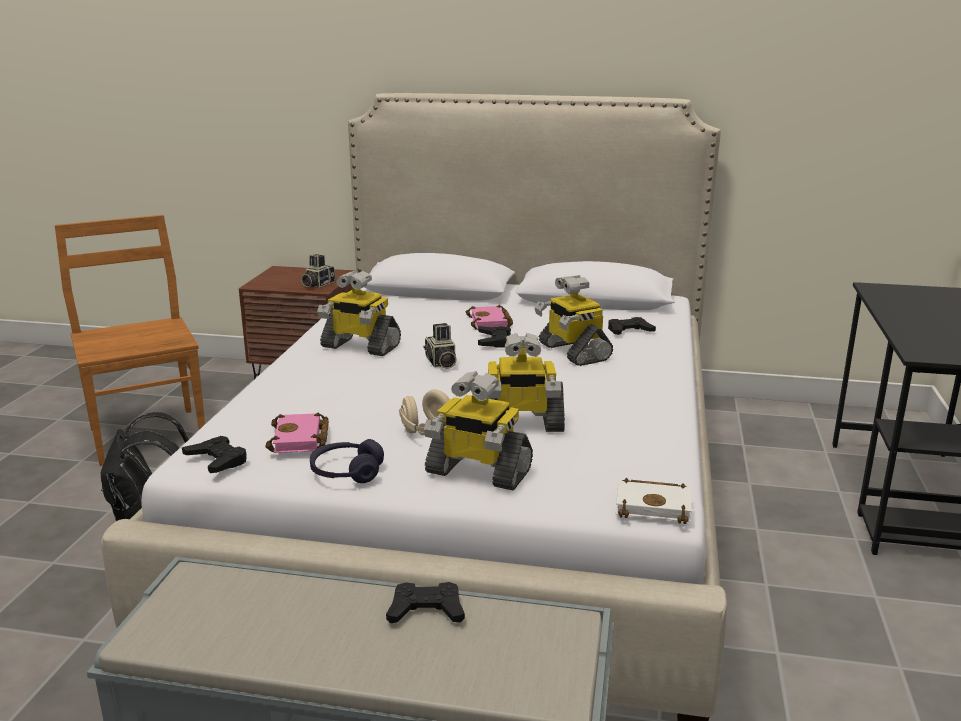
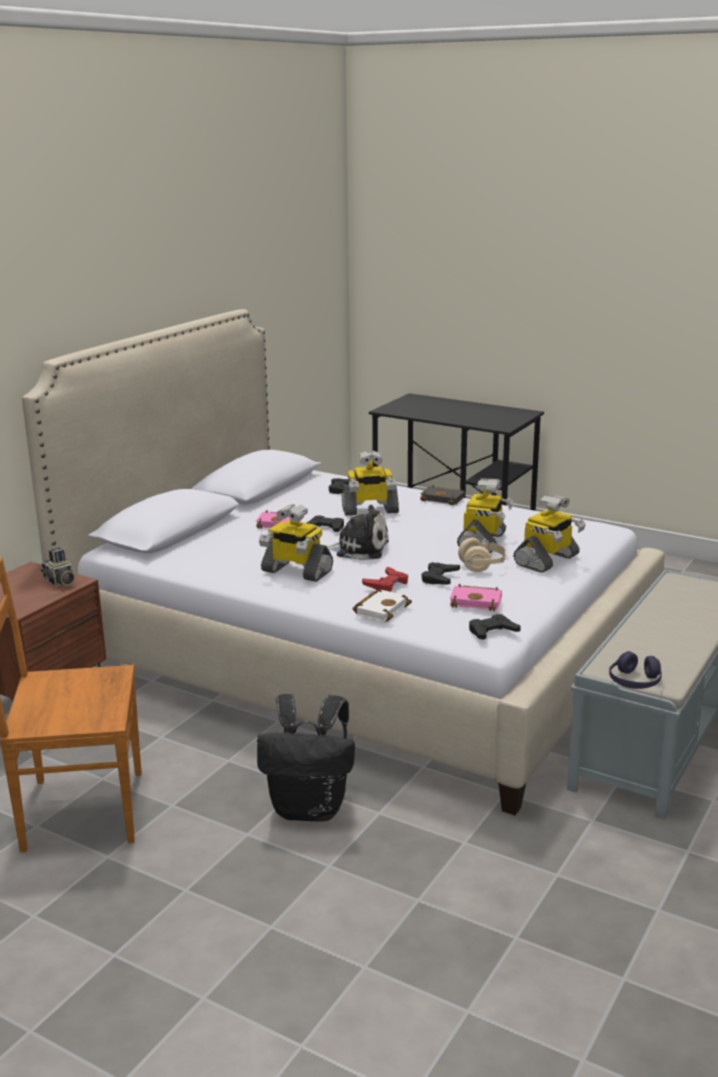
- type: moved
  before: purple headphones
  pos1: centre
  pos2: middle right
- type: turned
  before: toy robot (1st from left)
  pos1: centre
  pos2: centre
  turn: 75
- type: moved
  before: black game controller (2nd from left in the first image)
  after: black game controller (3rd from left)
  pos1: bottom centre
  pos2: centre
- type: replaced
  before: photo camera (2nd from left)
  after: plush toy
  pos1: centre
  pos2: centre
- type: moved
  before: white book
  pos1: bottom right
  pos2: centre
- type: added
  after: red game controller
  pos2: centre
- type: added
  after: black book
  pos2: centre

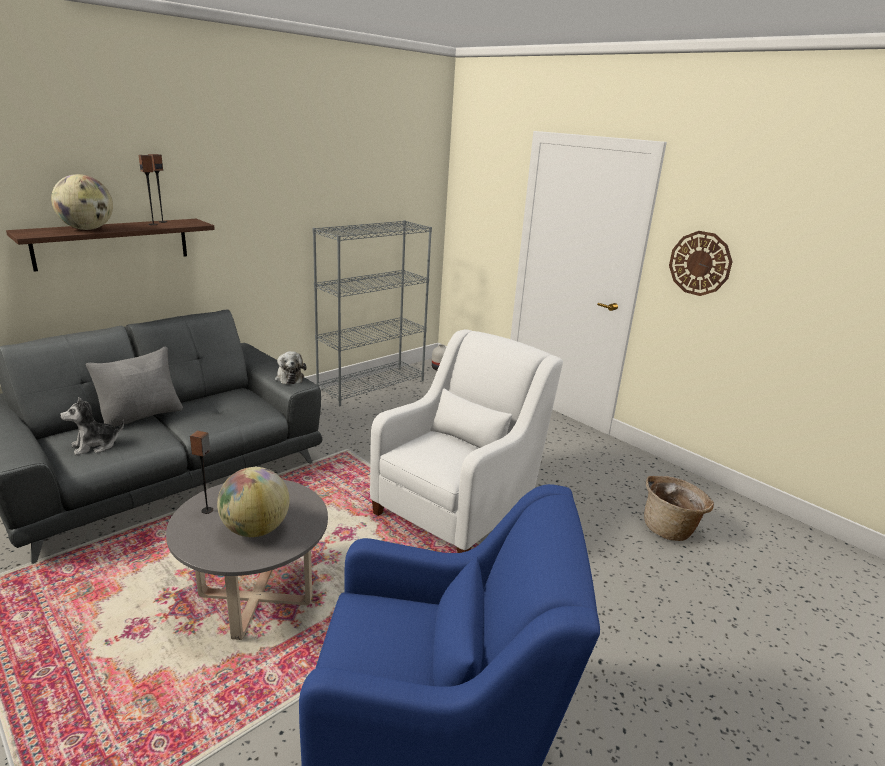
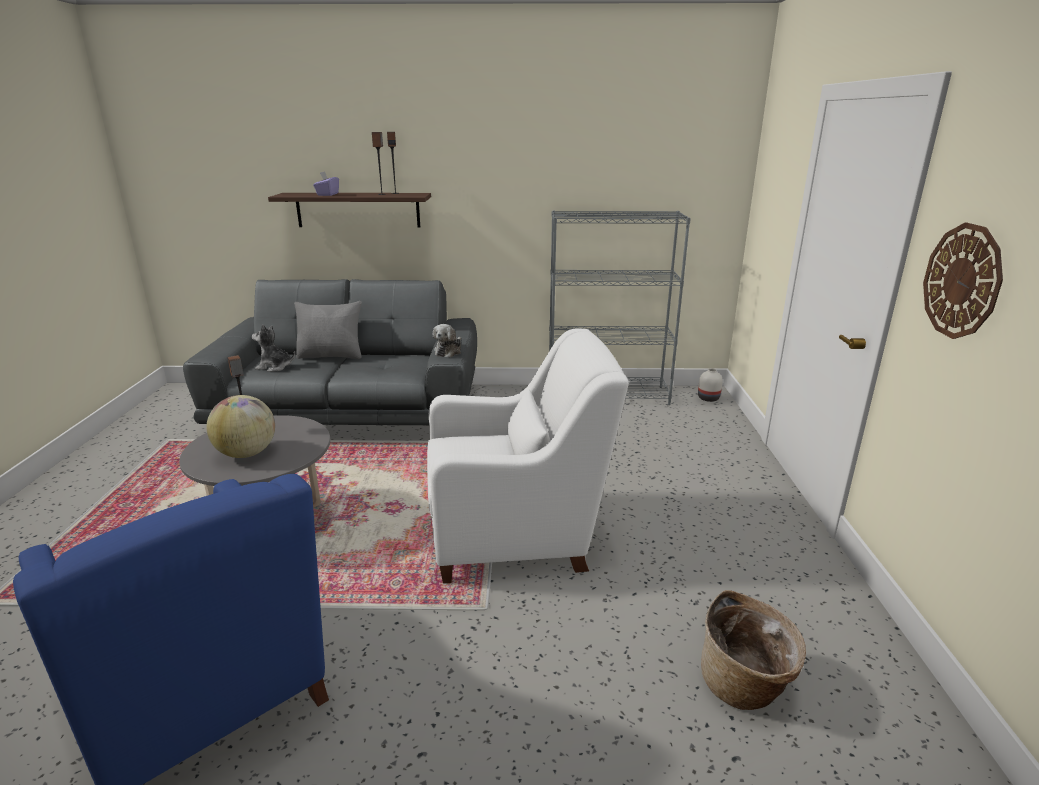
- type: replaced
  before: globe (1st from left)
  after: purple tissue box
  pos1: top left
  pos2: top left

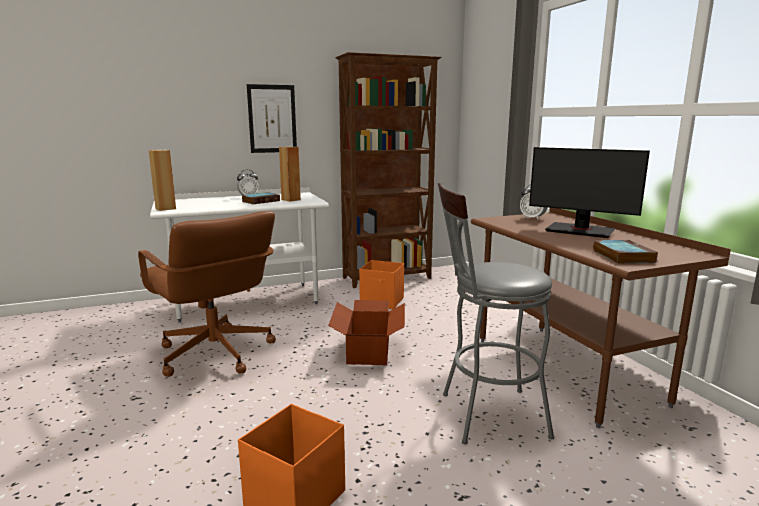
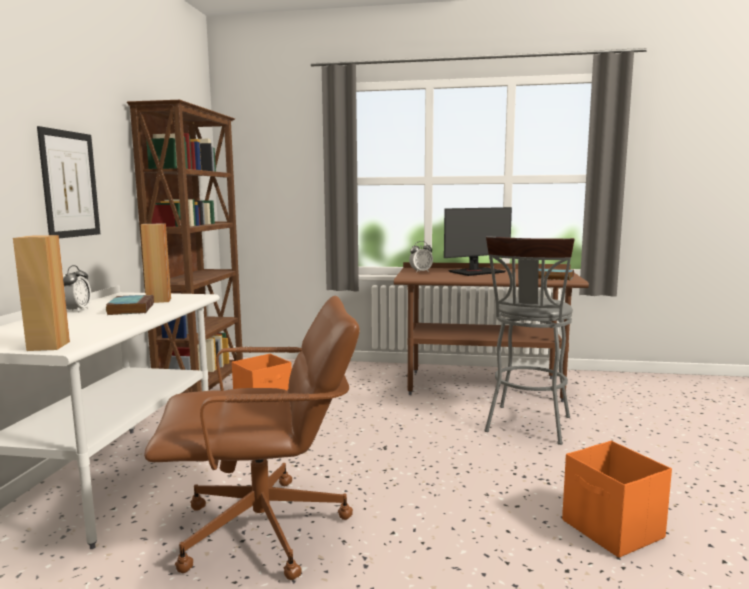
- type: removed
  before: cardboard box
  pos1: centre

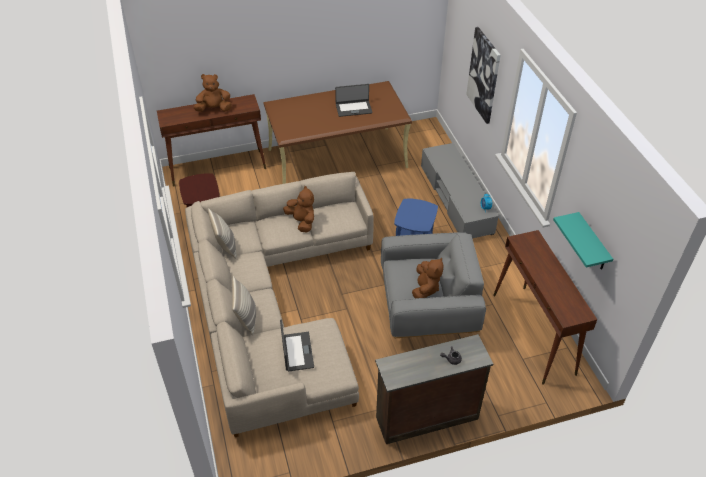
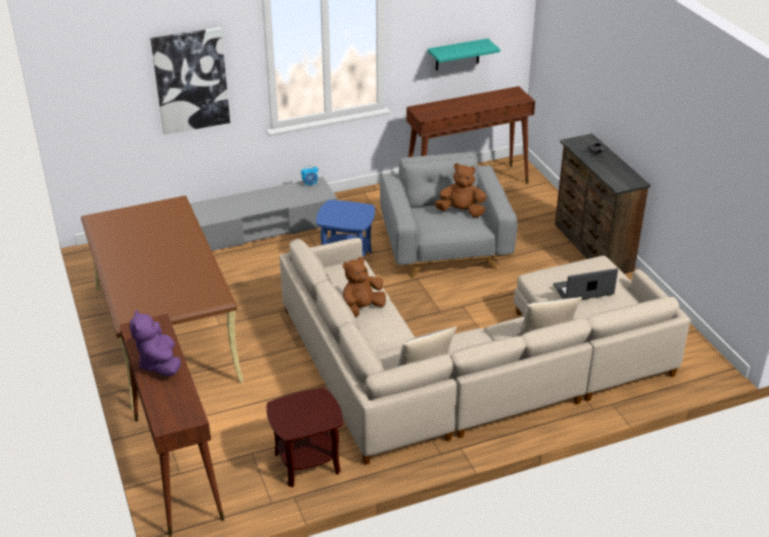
- type: recoloured
  before: brown plush toy (1st from left)
  after: purple plush toy
  pos1: top left
  pos2: middle left
- type: removed
  before: laptop (2nd from left)
  pos1: top centre

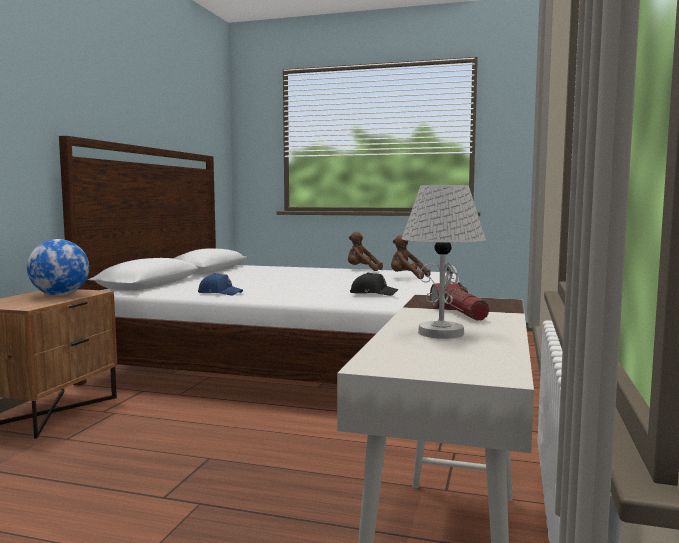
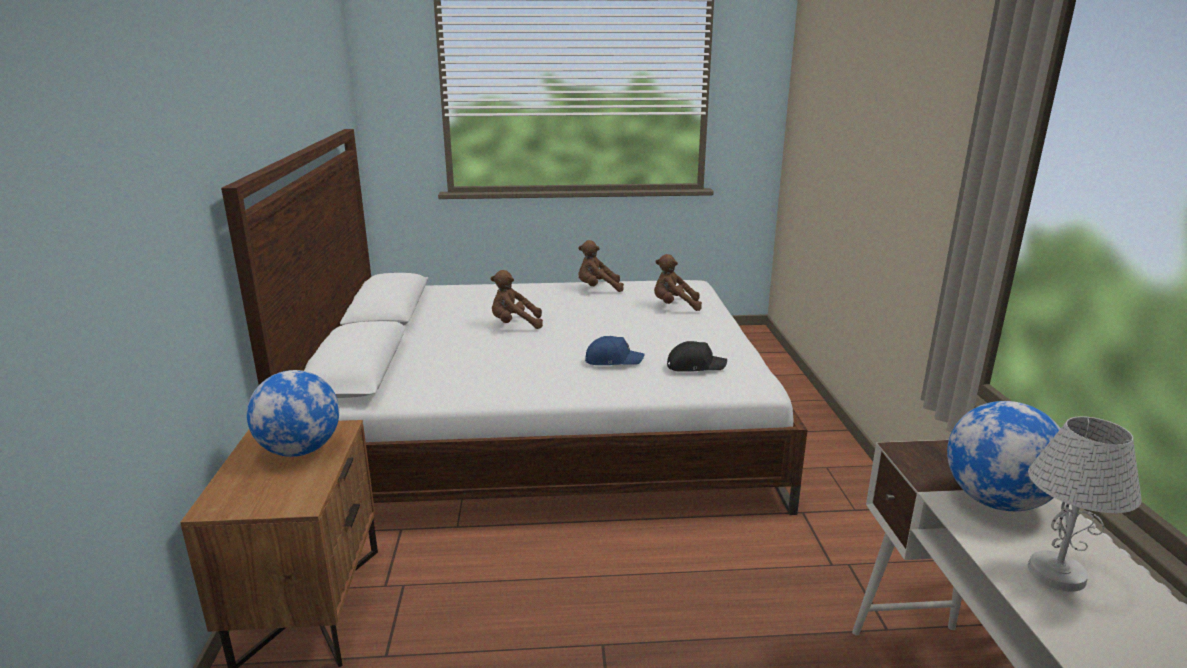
- type: moved
  before: blue cap
  pos1: middle left
  pos2: centre
- type: replaced
  before: flashlight
  after: globe (2nd from left)
  pos1: middle right
  pos2: bottom right
- type: added
  after: brown plush toy (1st from left)
  pos2: centre

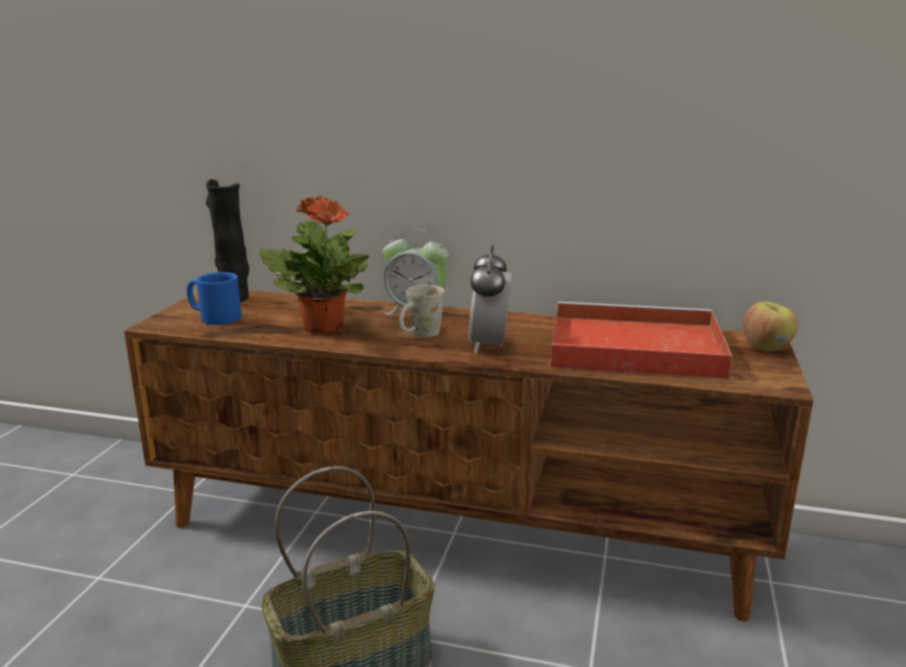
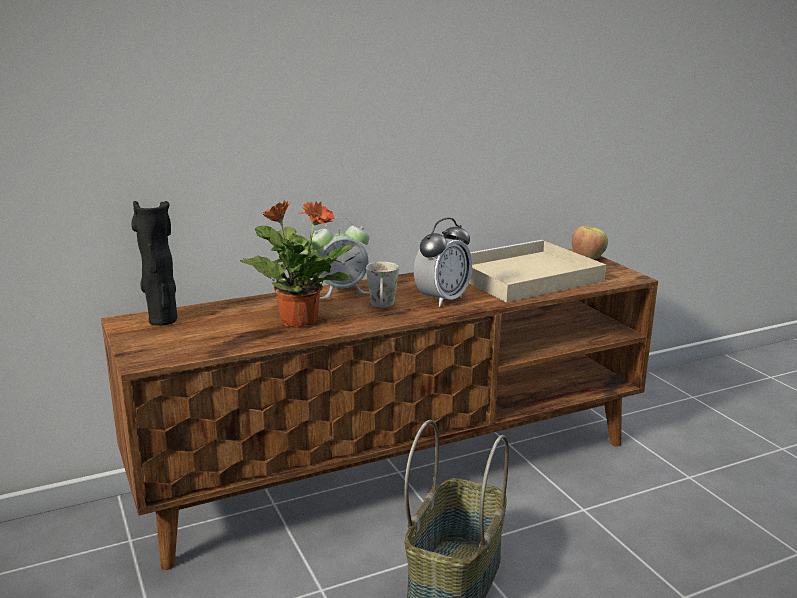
- type: removed
  before: blue mug
  pos1: middle left
- type: turned
  before: alarm clock (2nd from left)
  pos1: centre
  pos2: centre
  turn: -105
- type: recoloured
  before: red tray
  after: beige tray
  pos1: middle right
  pos2: middle right

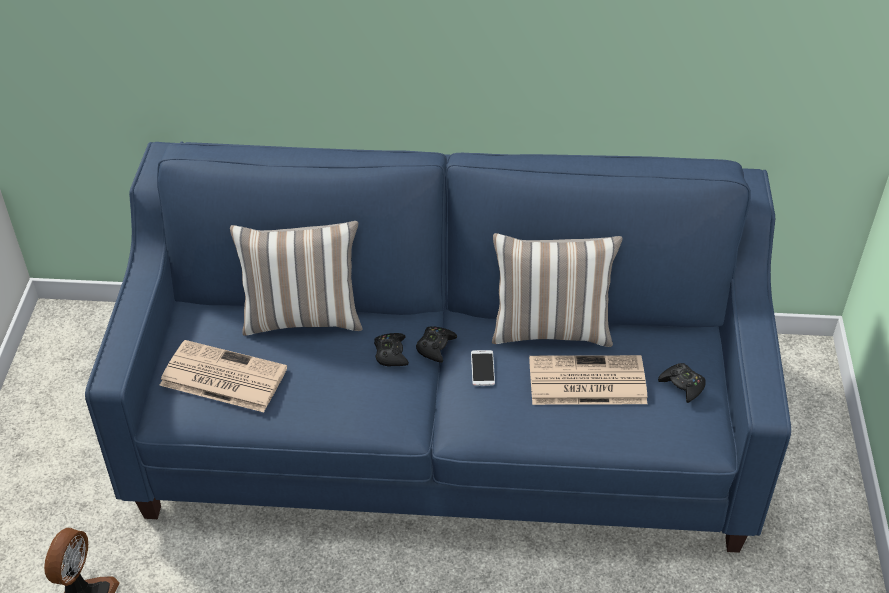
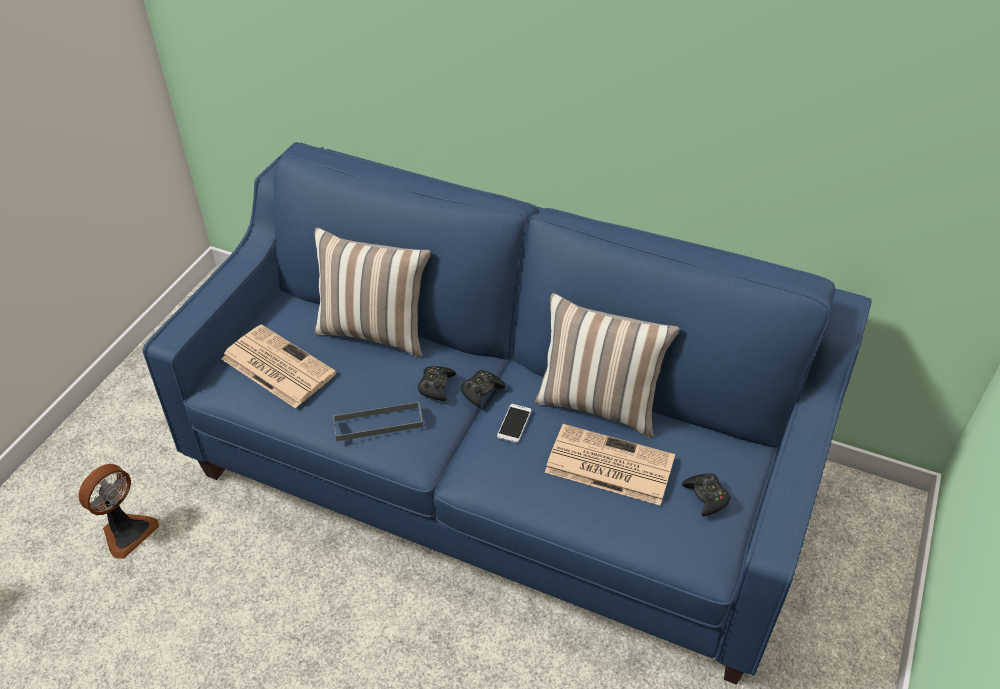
- type: added
  after: grey tray
  pos2: centre

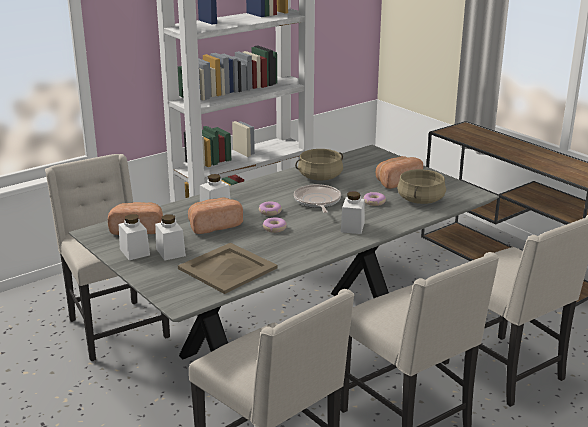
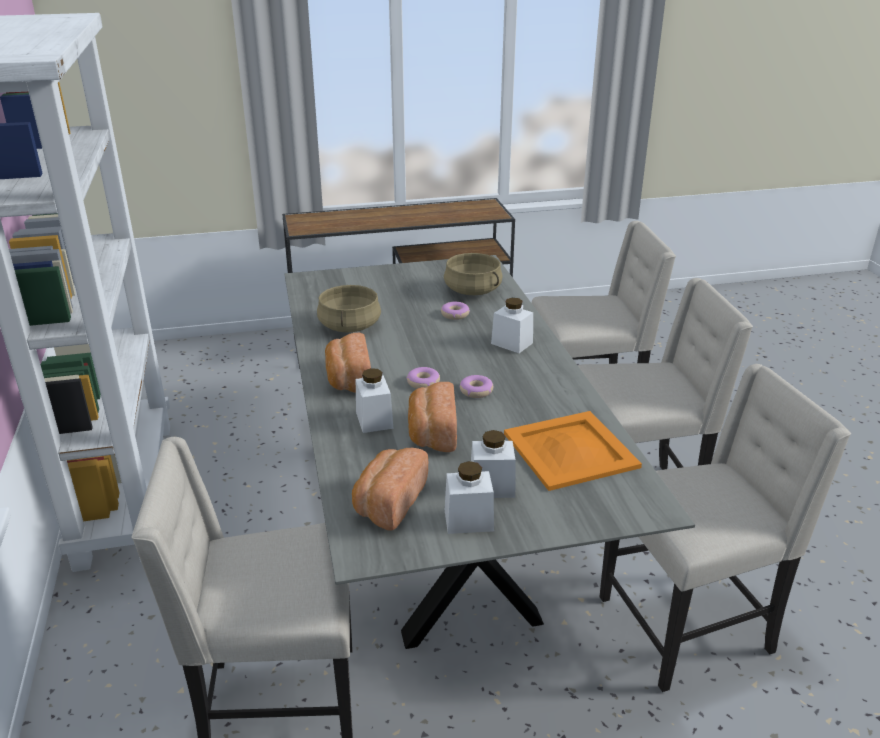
- type: recoloured
  before: beige tray
  after: orange tray
  pos1: centre
  pos2: centre
- type: removed
  before: frying pan
  pos1: centre
- type: moved
  before: bread (3rd from left in the first image)
  after: bread (1st from left)
  pos1: middle right
  pos2: centre

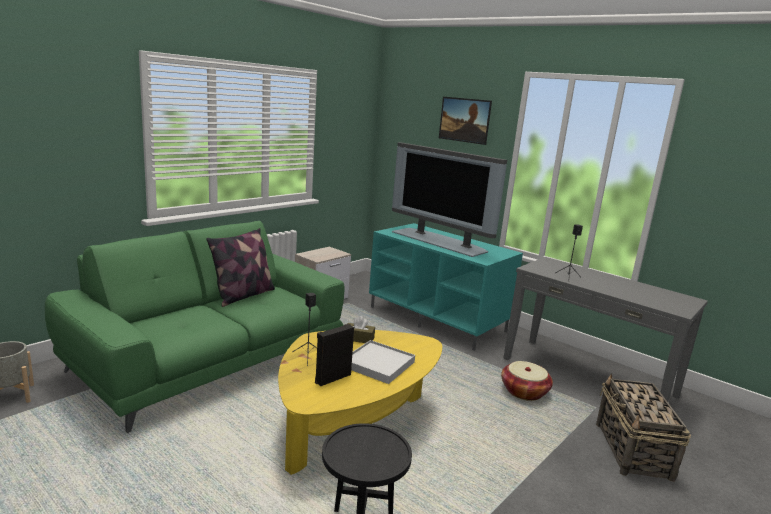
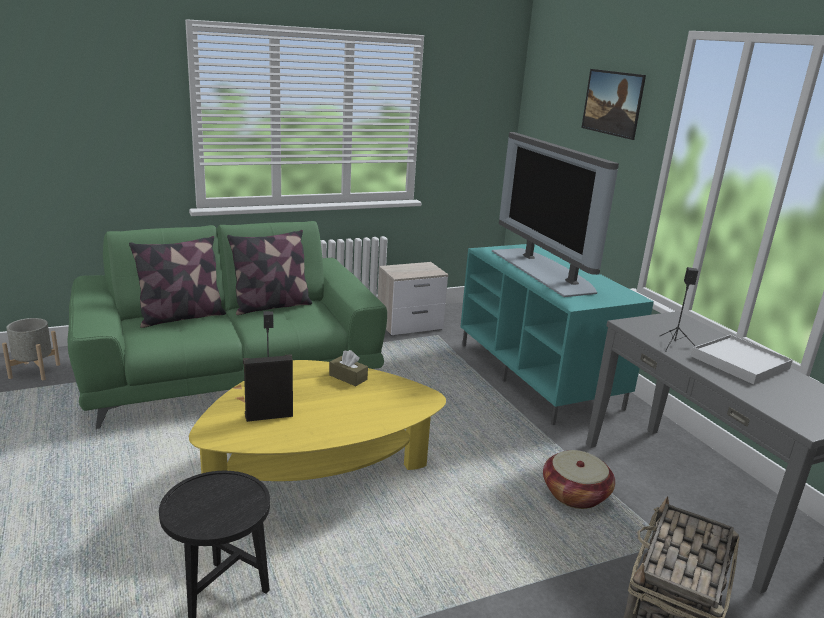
- type: moved
  before: white tray
  pos1: bottom centre
  pos2: middle right
- type: added
  after: pillow (1st from left)
  pos2: middle left

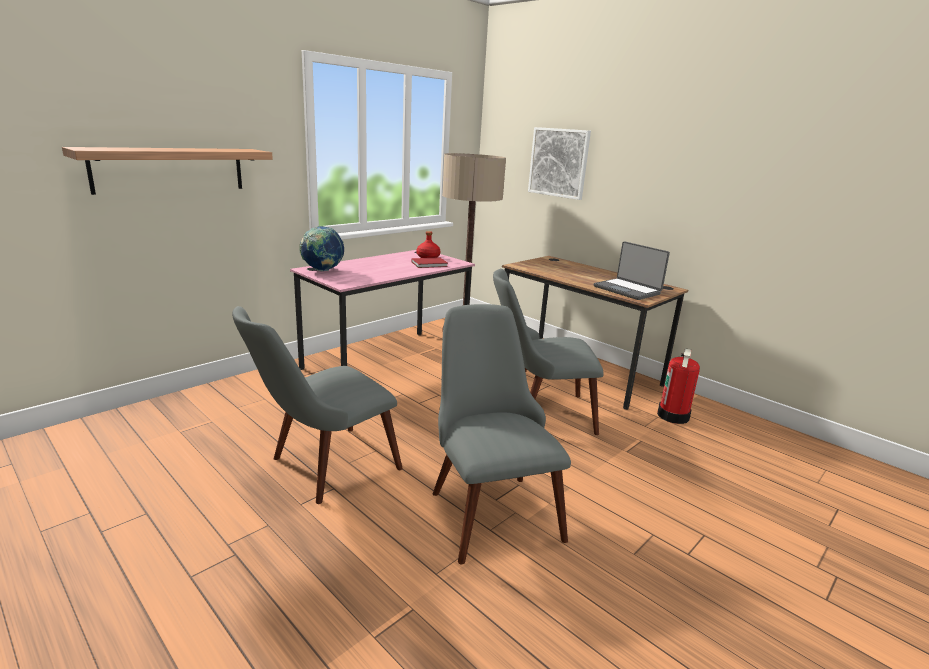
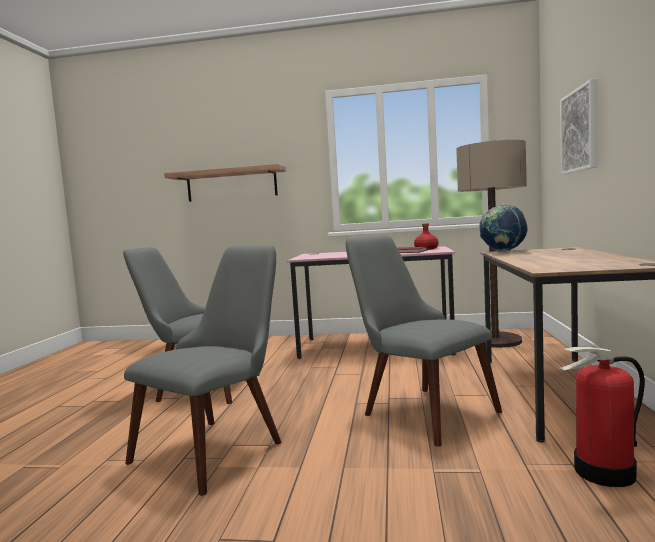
- type: moved
  before: globe
  pos1: centre
  pos2: middle right
- type: removed
  before: laptop
  pos1: middle right

